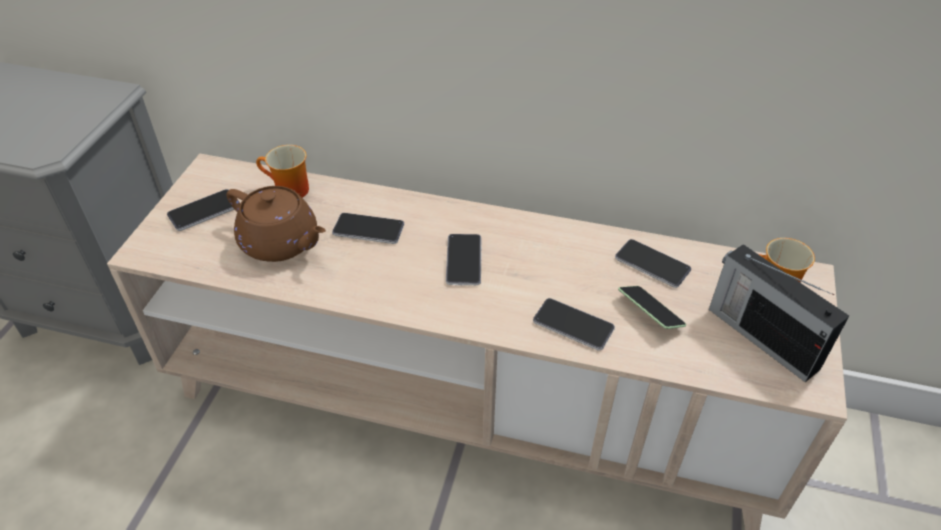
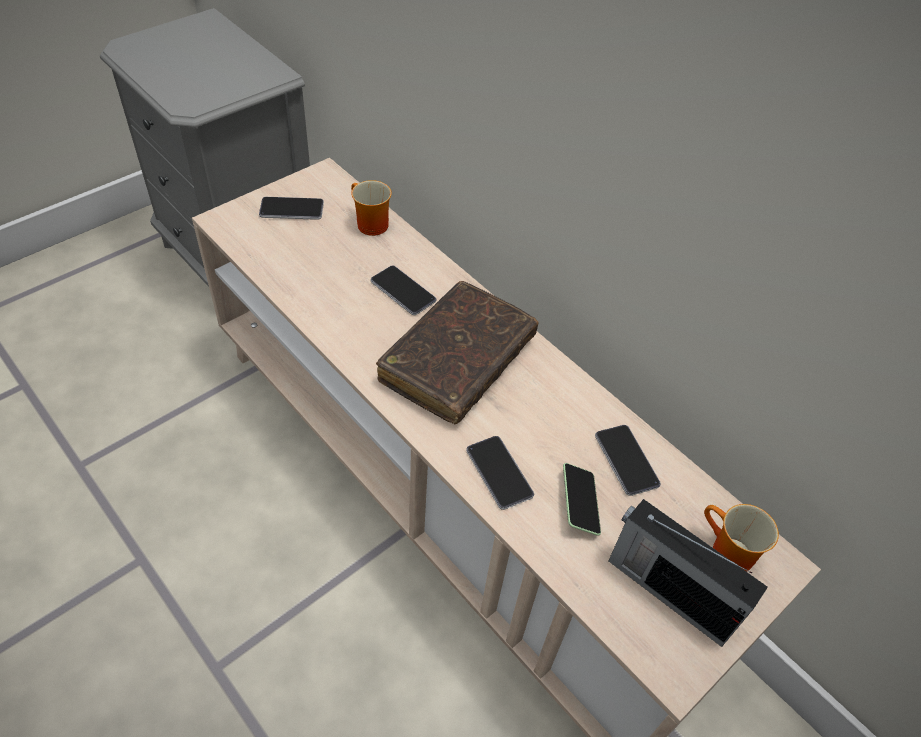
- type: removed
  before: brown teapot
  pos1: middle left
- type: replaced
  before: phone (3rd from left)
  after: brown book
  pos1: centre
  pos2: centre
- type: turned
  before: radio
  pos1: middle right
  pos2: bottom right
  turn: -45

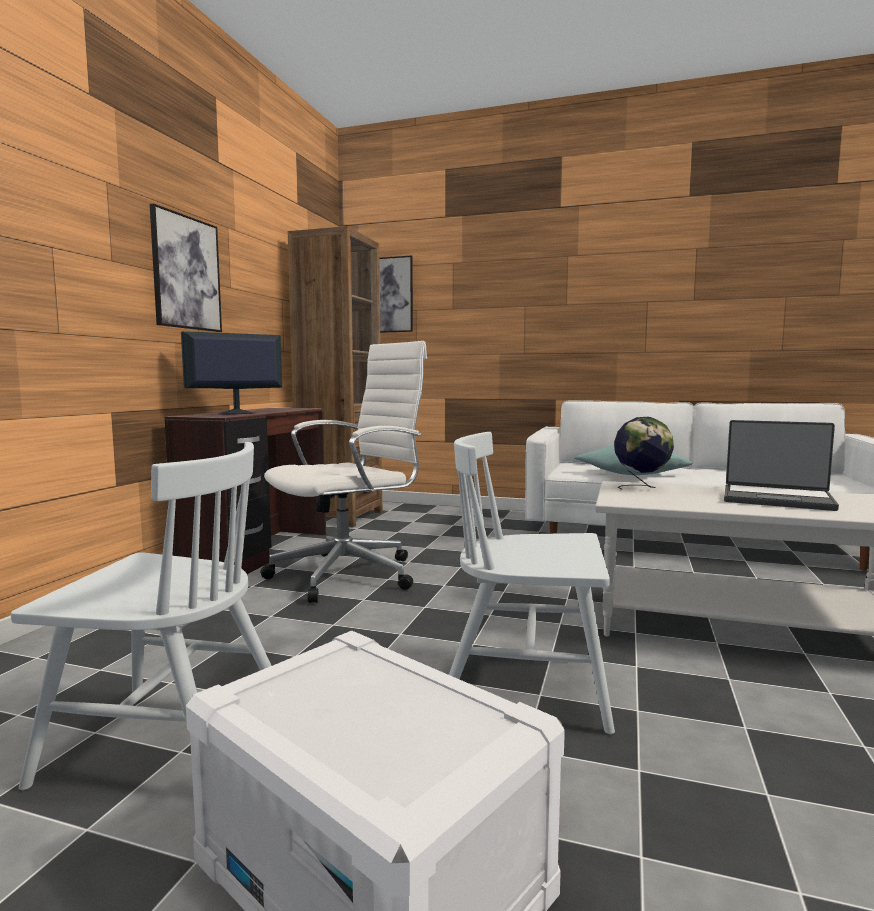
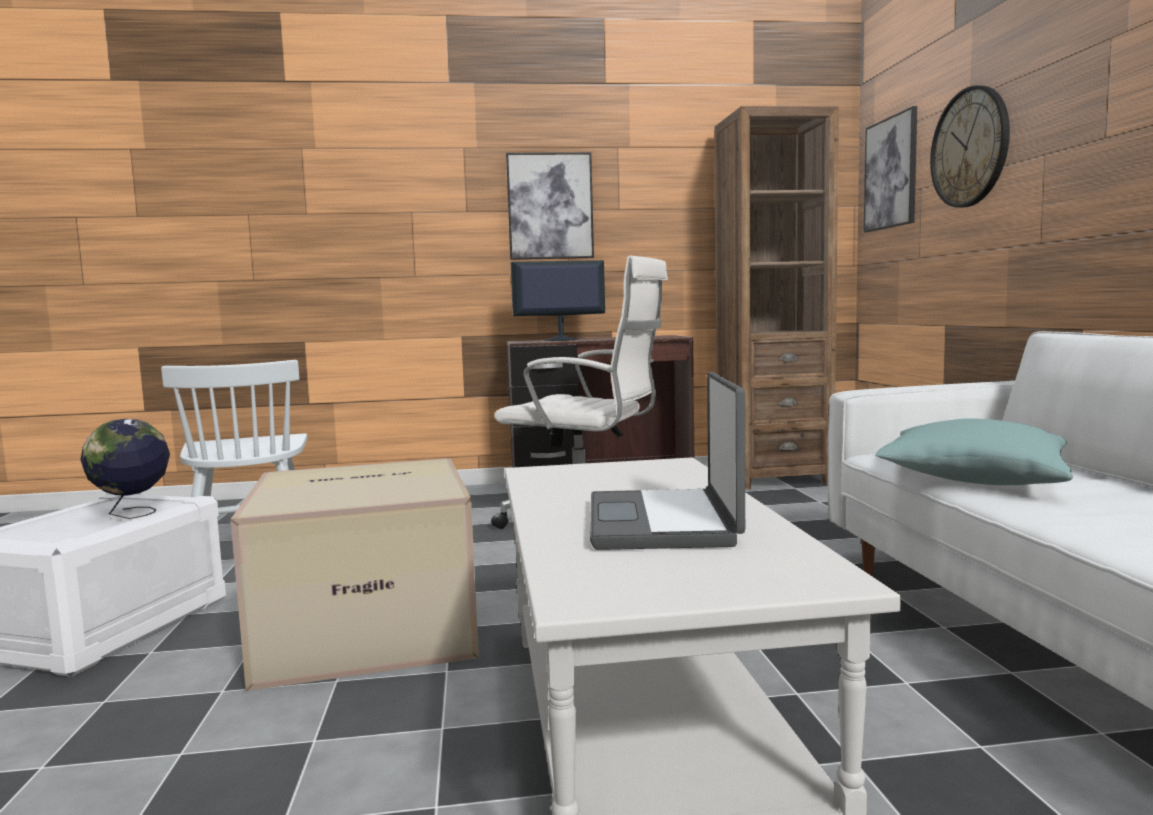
- type: turned
  before: monitor
  pos1: middle left
  pos2: centre
  turn: -45
- type: replaced
  before: white chair (2nd from left)
  after: cardboard box
  pos1: centre
  pos2: bottom left
- type: moved
  before: globe
  pos1: middle right
  pos2: middle left
- type: added
  after: wall clock
  pos2: top right

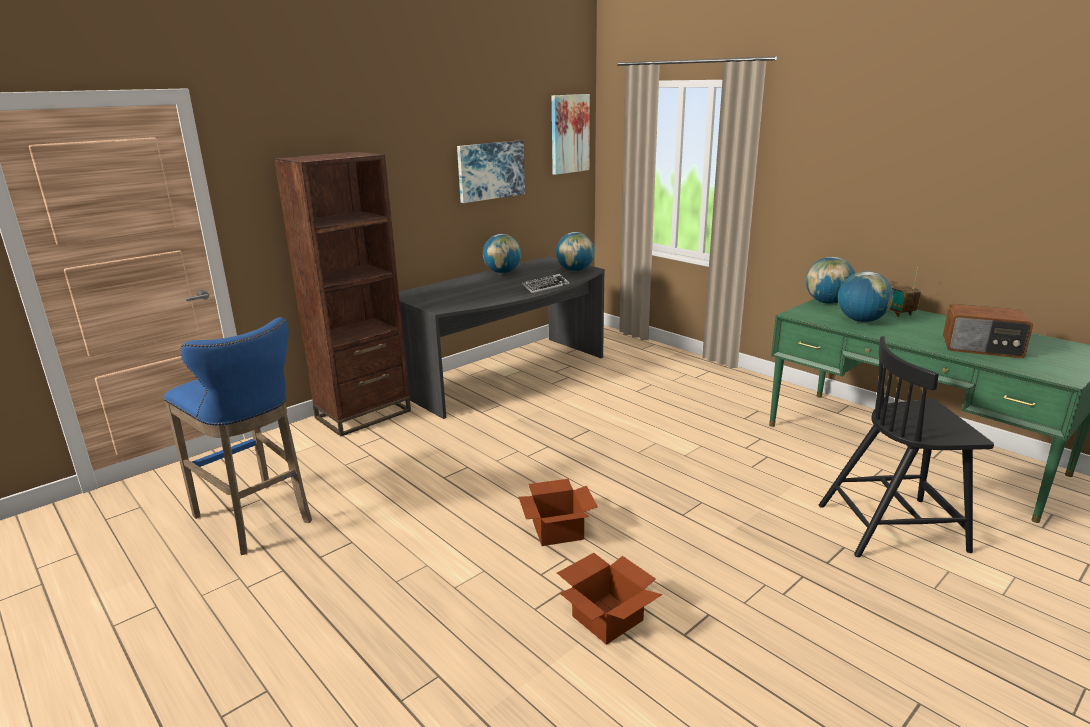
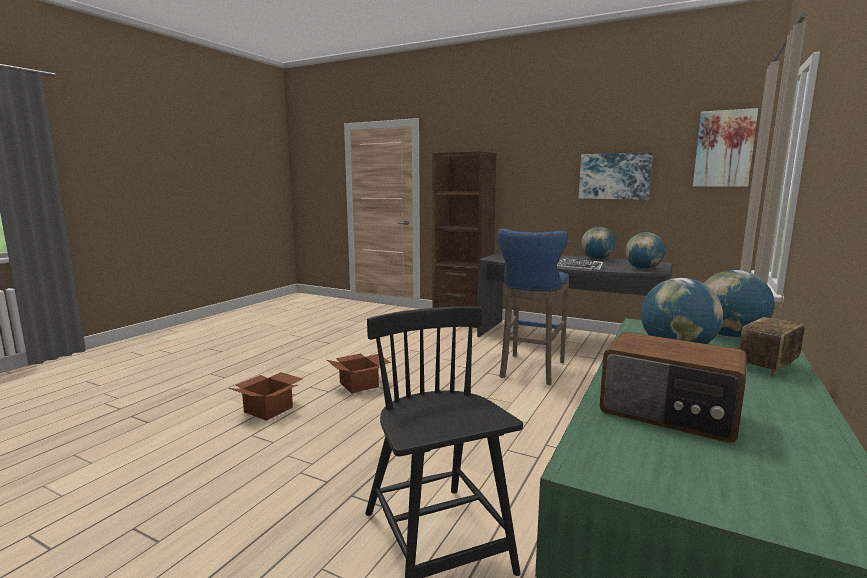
- type: moved
  before: blue stool
  pos1: middle left
  pos2: centre
- type: turned
  before: radio (2nd from left in the first image)
  pos1: middle right
  pos2: bottom right
  turn: -60

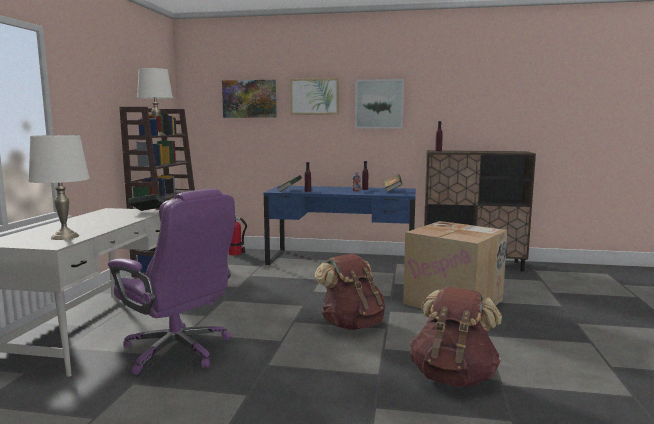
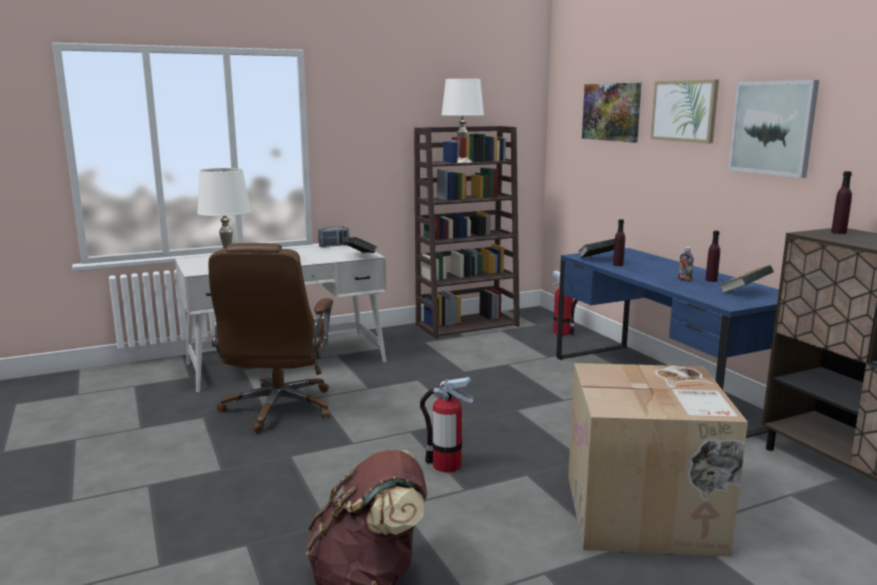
- type: recoloured
  before: purple office chair
  after: brown office chair
  pos1: middle left
  pos2: middle left
- type: replaced
  before: brown backpack (1st from left)
  after: fire extinguisher (1st from left)
  pos1: bottom centre
  pos2: bottom centre
- type: added
  after: radio
  pos2: centre

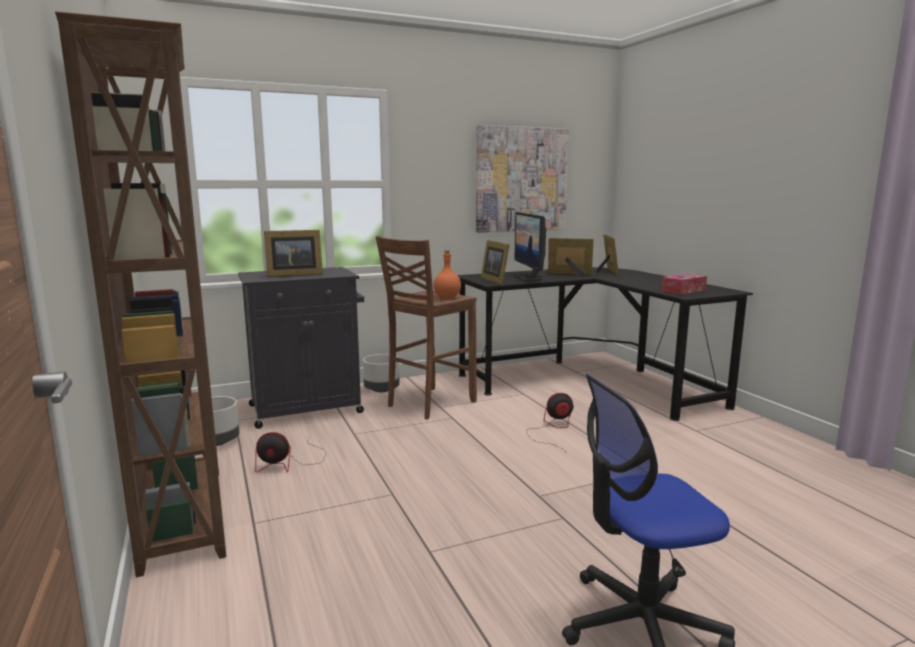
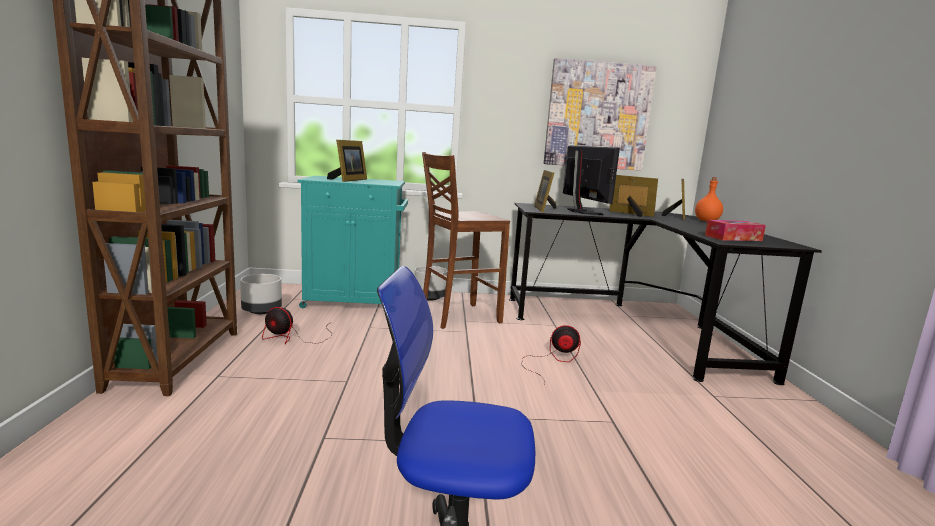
- type: recoloured
  before: black cabinet
  after: turquoise cabinet
  pos1: middle left
  pos2: centre
- type: turned
  before: picture frame (1st from left)
  pos1: middle left
  pos2: top centre
  turn: -75
- type: moved
  before: orange bottle
  pos1: centre
  pos2: middle right
- type: turned
  before: monitor
  pos1: centre
  pos2: centre
  turn: 150

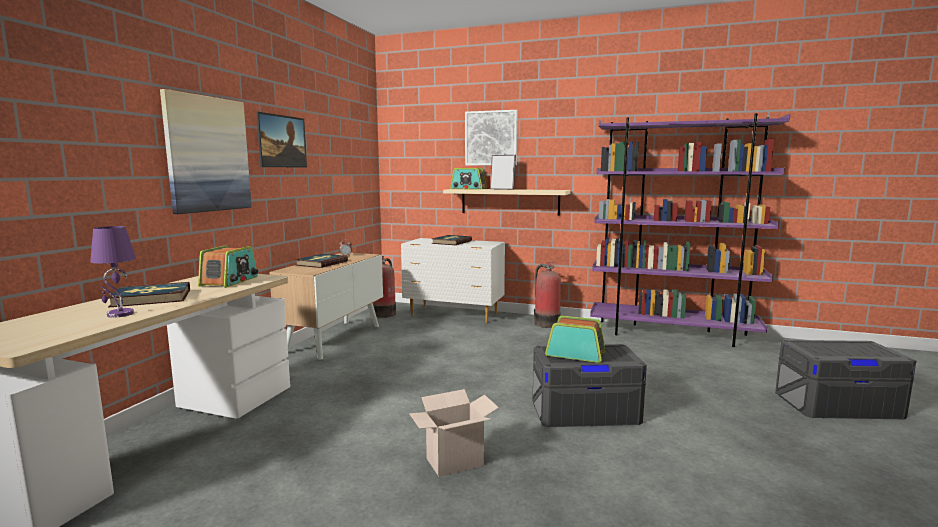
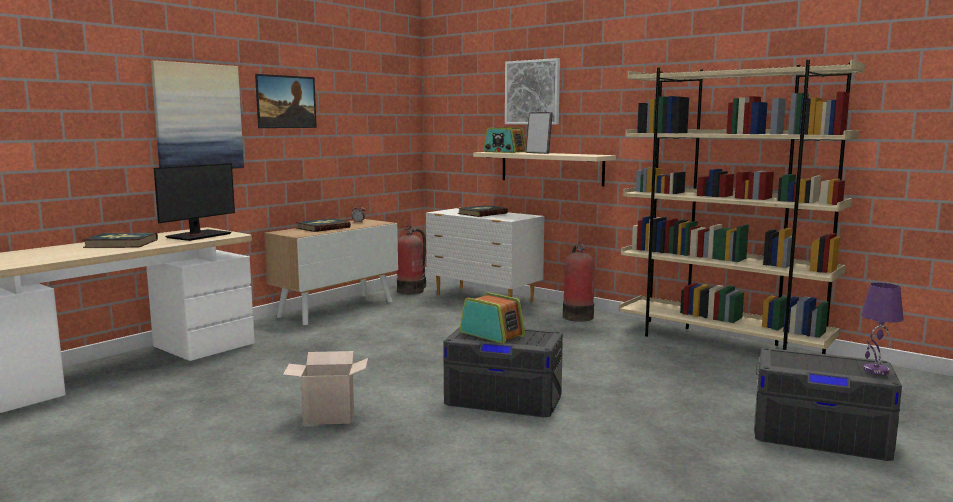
- type: moved
  before: purple table lamp
  pos1: middle left
  pos2: middle right
- type: replaced
  before: radio (1st from left)
  after: monitor
  pos1: middle left
  pos2: middle left
- type: recoloured
  before: purple bookcase
  after: beige bookcase
  pos1: middle right
  pos2: middle right

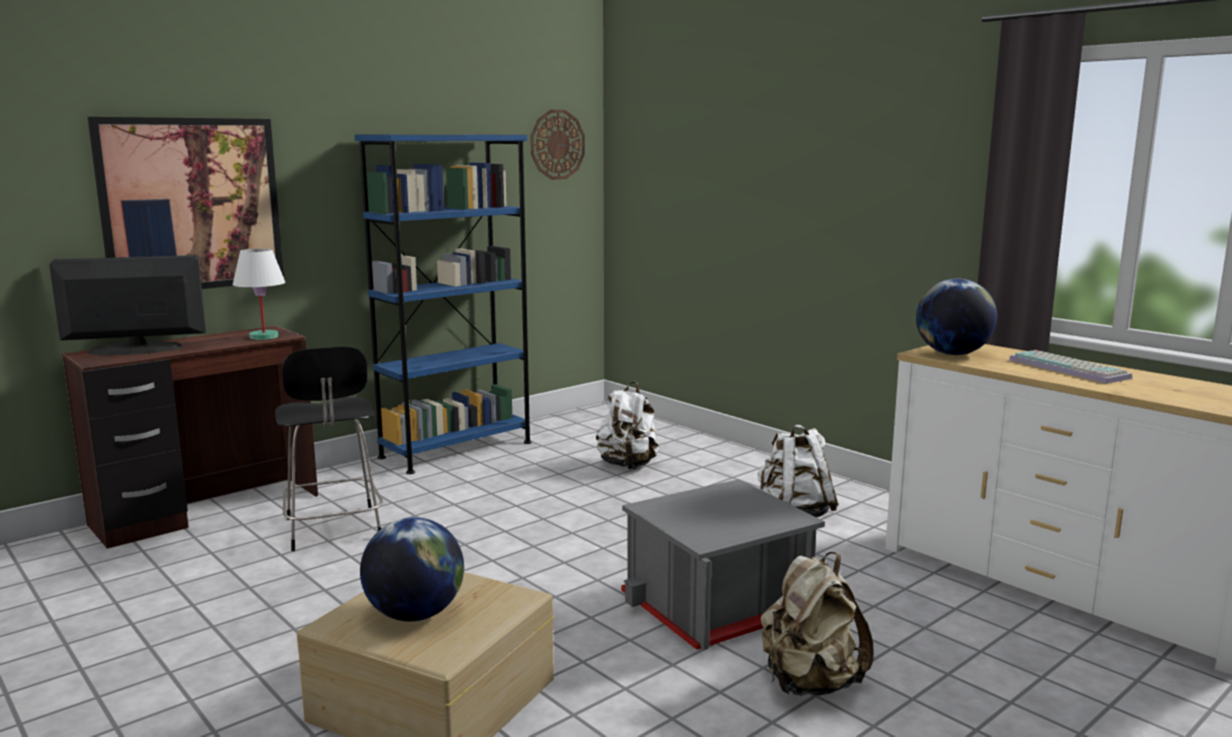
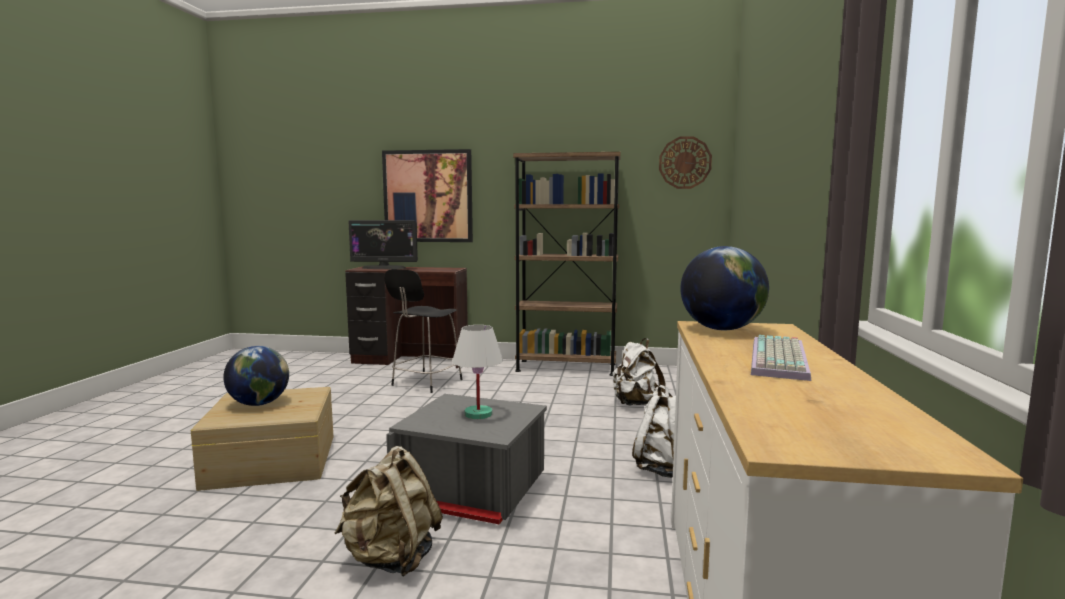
- type: turned
  before: monitor
  pos1: middle left
  pos2: centre
  turn: 150
- type: moved
  before: white table lamp
  pos1: middle left
  pos2: centre
- type: recoloured
  before: blue bookcase
  after: brown bookcase
  pos1: centre
  pos2: centre

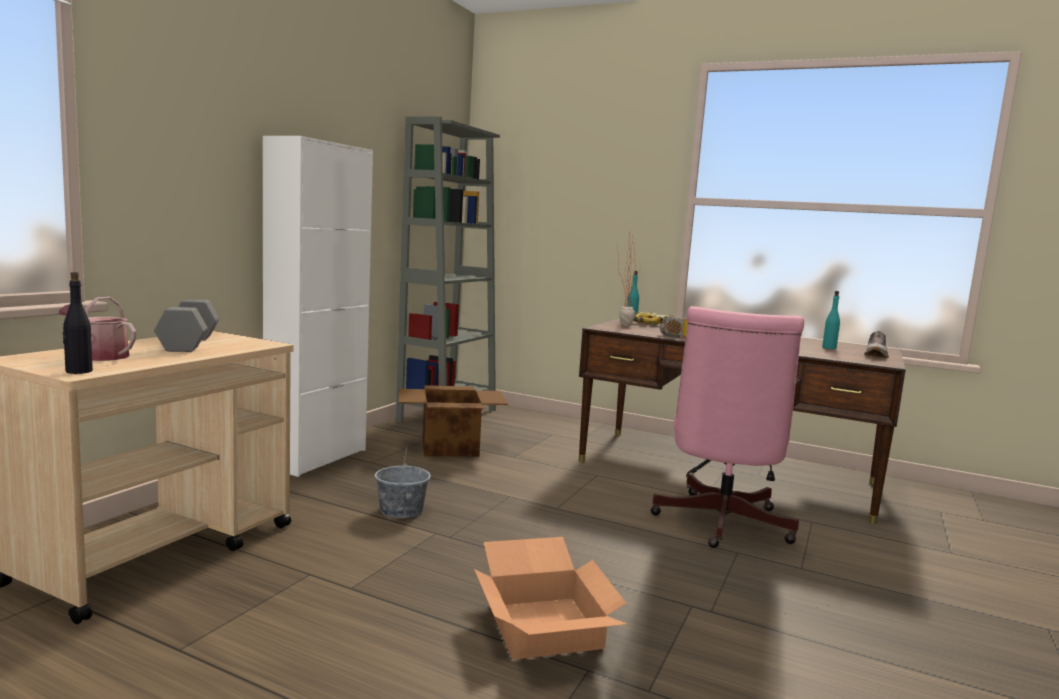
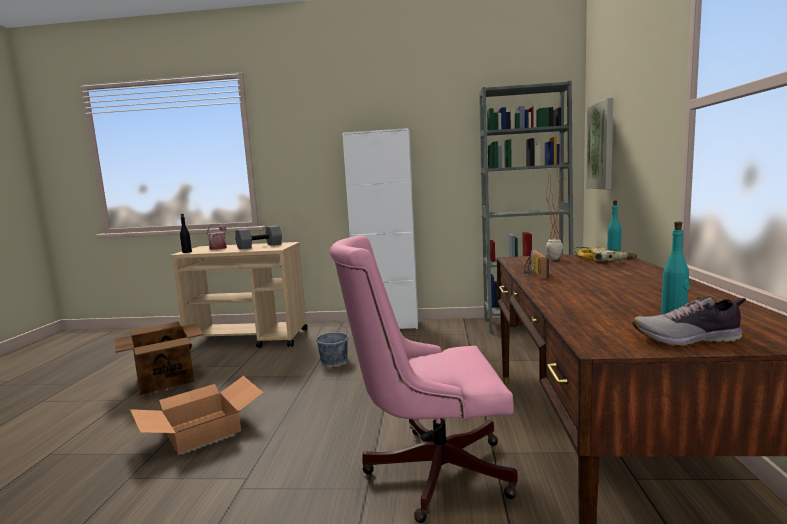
- type: moved
  before: cardboard box (1st from left)
  pos1: centre
  pos2: bottom left
- type: added
  after: picture
  pos2: top right

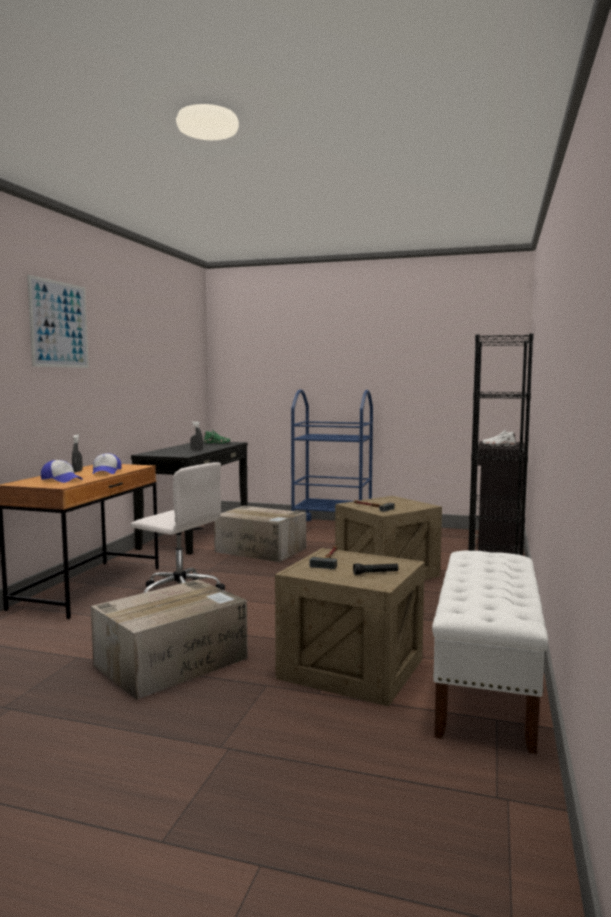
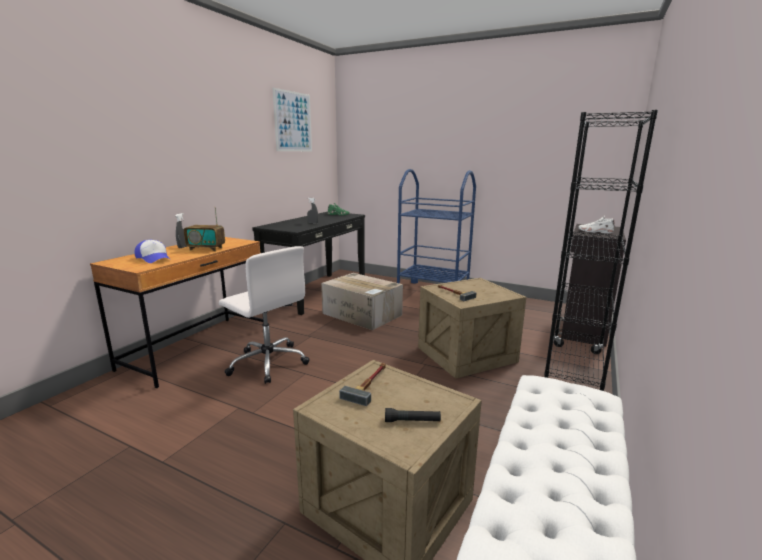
- type: moved
  before: picture
  pos1: middle left
  pos2: top centre
- type: removed
  before: cardboard box (1st from left)
  pos1: bottom left
- type: replaced
  before: cap (2nd from left)
  after: radio
  pos1: middle left
  pos2: middle left

